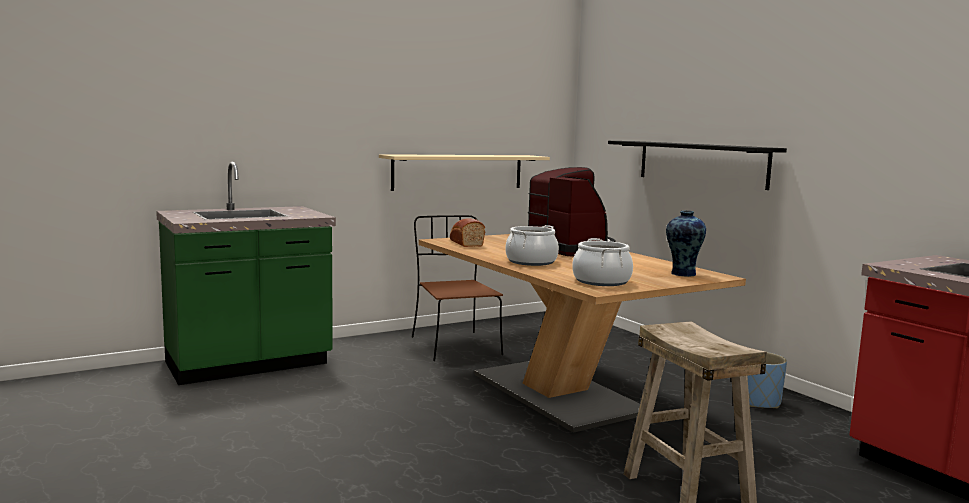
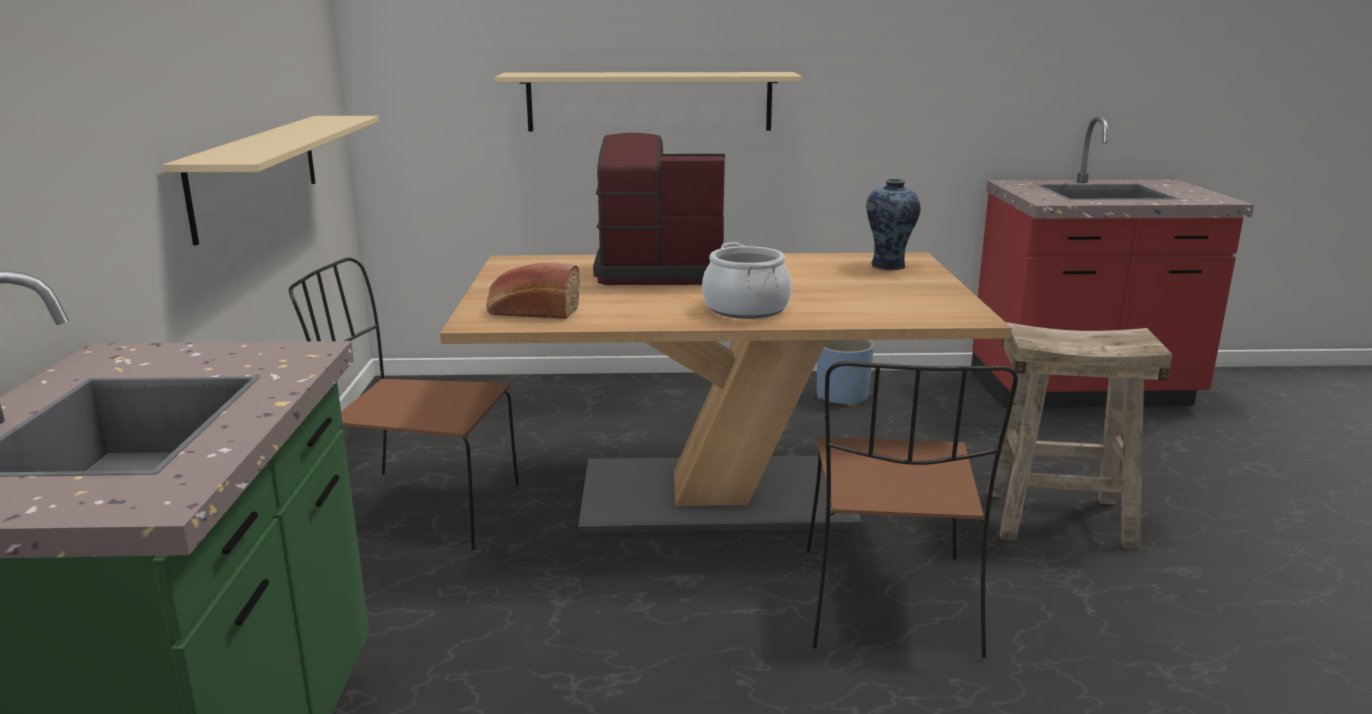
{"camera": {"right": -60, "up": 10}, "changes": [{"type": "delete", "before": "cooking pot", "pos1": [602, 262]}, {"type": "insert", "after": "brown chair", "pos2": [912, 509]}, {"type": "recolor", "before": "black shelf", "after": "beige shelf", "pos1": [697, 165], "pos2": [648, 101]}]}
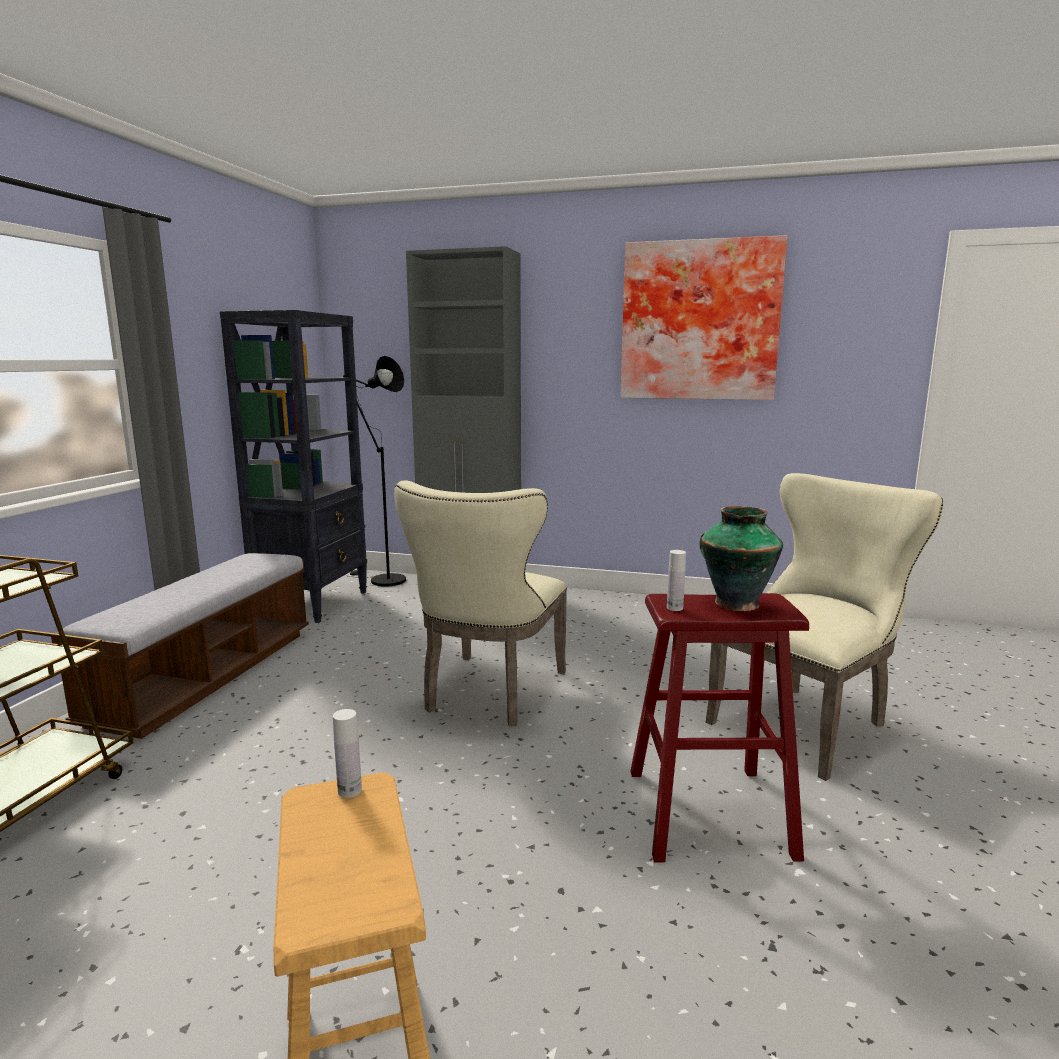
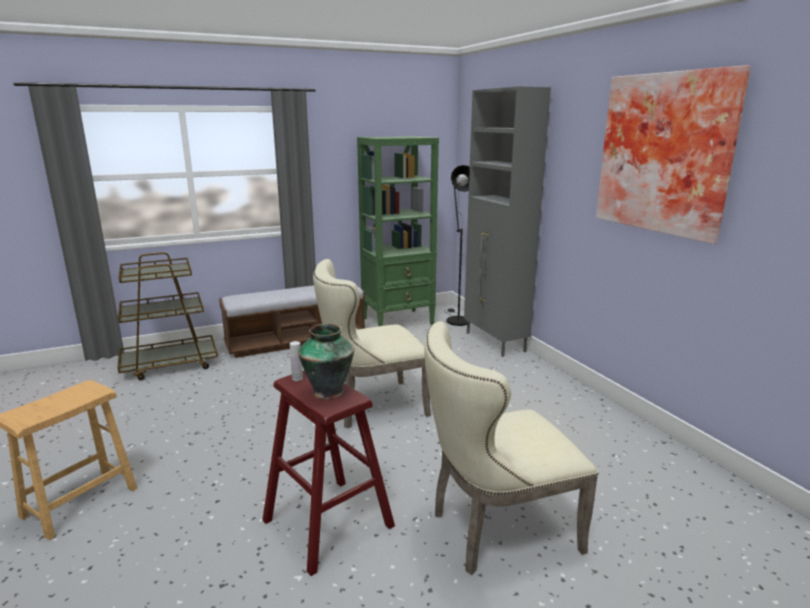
{"camera": {"right": 50, "up": 5}, "changes": [{"type": "delete", "before": "white bottle", "pos1": [347, 753]}, {"type": "recolor", "before": "black bookcase", "after": "green bookcase", "pos1": [293, 466], "pos2": [398, 231]}, {"type": "rotate", "before": "beige chair", "pos1": [824, 627], "pos2": [512, 448], "turn": 150}]}
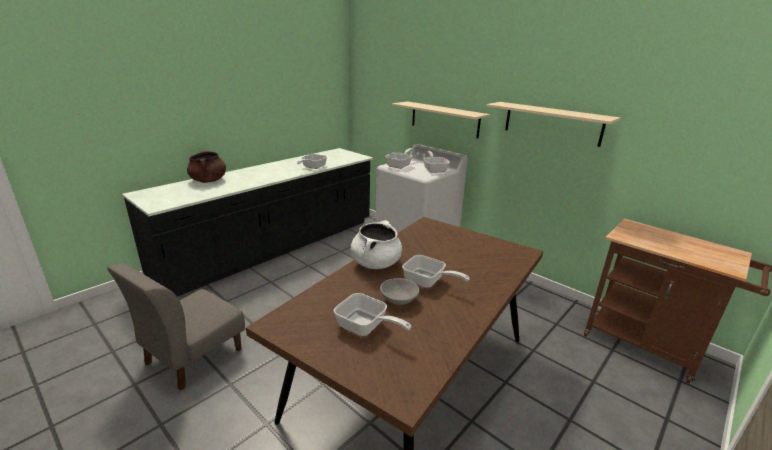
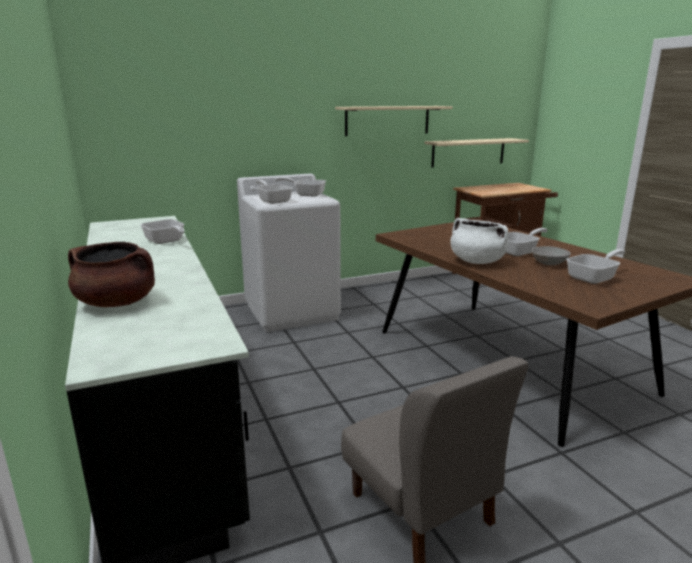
{"camera": {"right": -65, "up": -5}, "changes": [{"type": "move", "before": "beige shelf", "pos1": [441, 119], "pos2": [476, 152]}]}
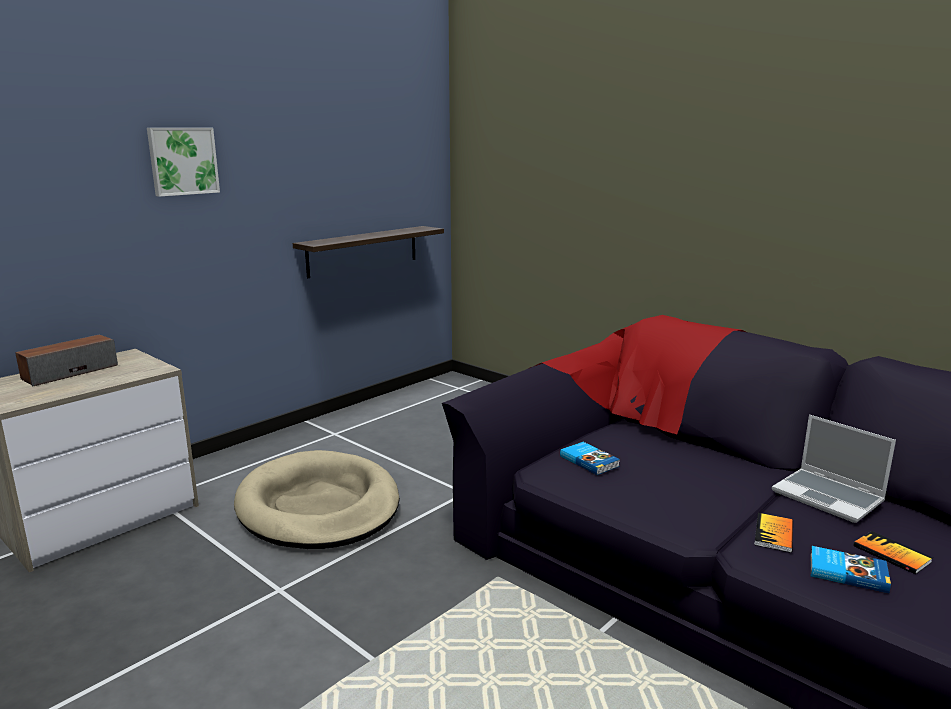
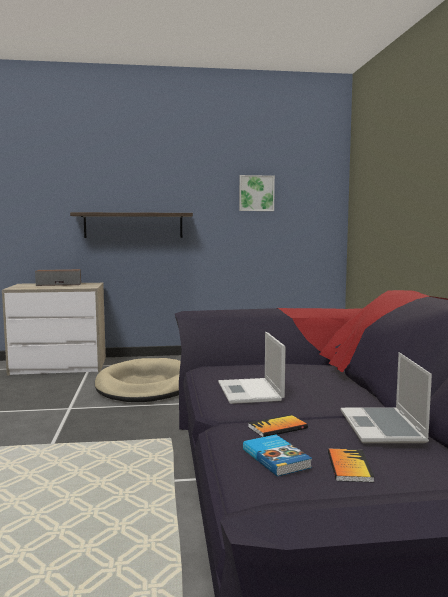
{"camera": {"right": 40, "up": -10}, "changes": [{"type": "delete", "before": "book", "pos1": [590, 458]}, {"type": "insert", "after": "laptop", "pos2": [252, 368]}, {"type": "move", "before": "picture", "pos1": [183, 162], "pos2": [257, 193]}, {"type": "move", "before": "shelf", "pos1": [368, 252], "pos2": [131, 225]}]}
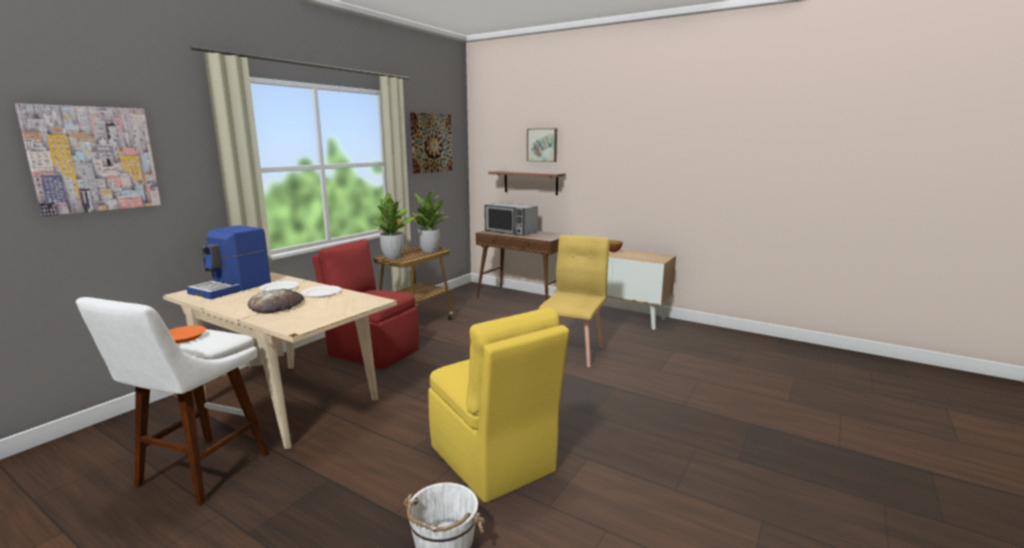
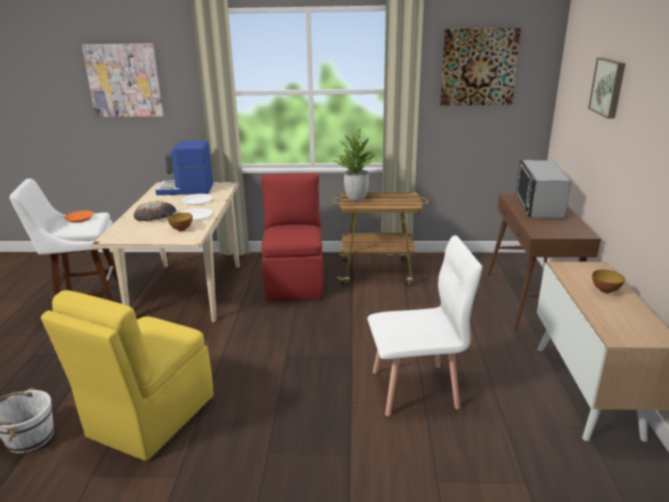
{"camera": {"right": 60, "up": 10}, "changes": [{"type": "delete", "before": "potted plant", "pos1": [430, 221]}, {"type": "delete", "before": "shelf", "pos1": [527, 183]}, {"type": "insert", "after": "bowl", "pos2": [180, 222]}, {"type": "recolor", "before": "yellow chair", "after": "white chair", "pos1": [574, 300], "pos2": [424, 325]}]}
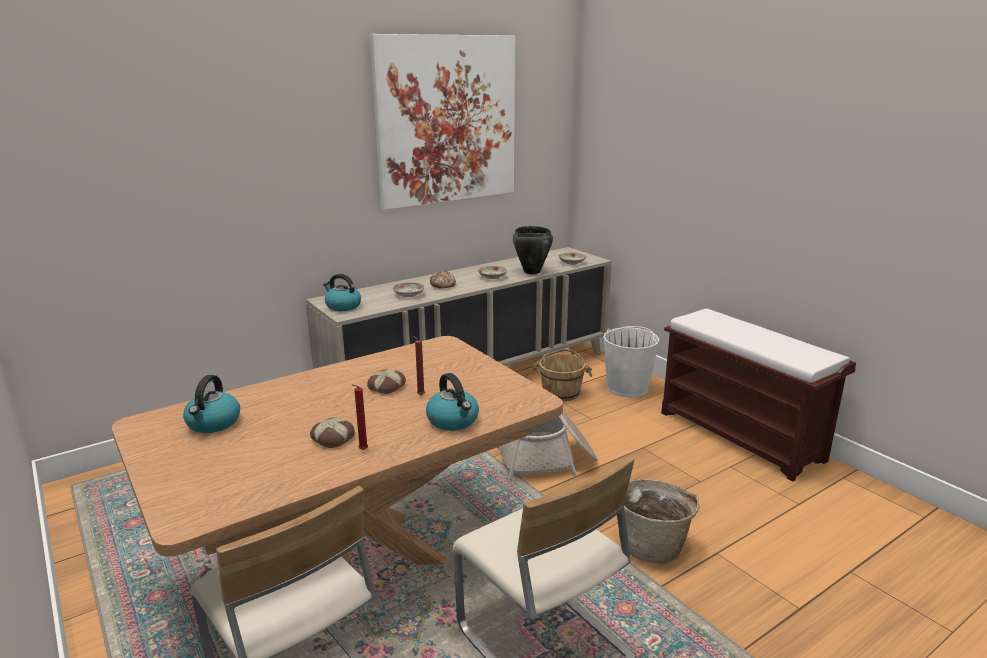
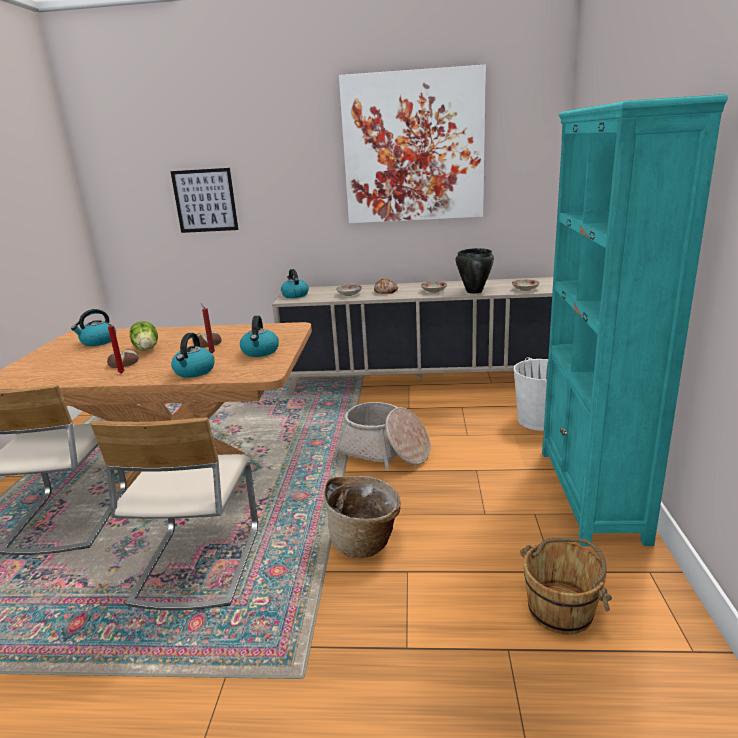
{"camera": {"right": 40, "up": 0}, "changes": [{"type": "insert", "after": "lettuce", "pos2": [144, 336]}, {"type": "insert", "after": "picture", "pos2": [204, 200]}, {"type": "insert", "after": "kettle", "pos2": [259, 336]}, {"type": "move", "before": "brown bucket", "pos1": [562, 375], "pos2": [566, 586]}, {"type": "replace", "before": "brown bench", "after": "turquoise bookcase", "pos1": [758, 394], "pos2": [635, 320]}]}
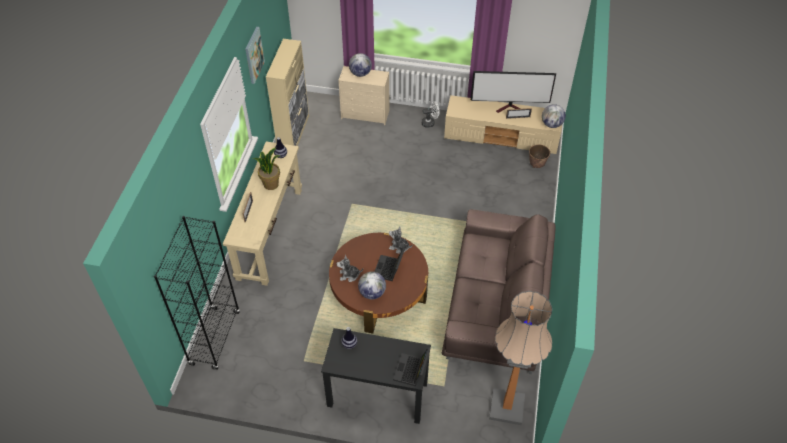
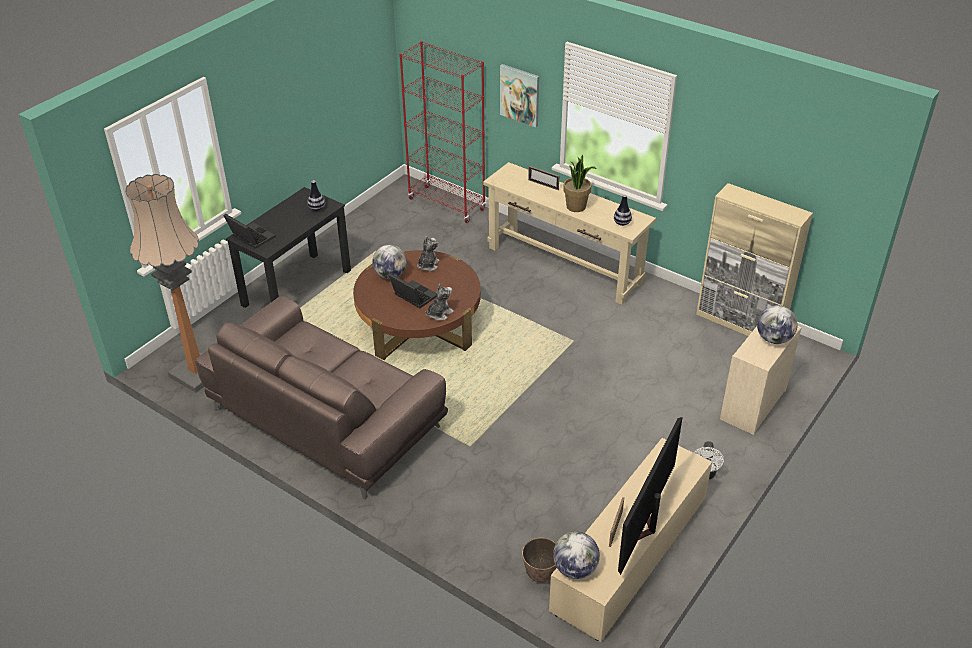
{"camera": {"right": 115, "up": -10}, "changes": [{"type": "move", "before": "picture", "pos1": [255, 55], "pos2": [519, 95]}, {"type": "recolor", "before": "black bookcase", "after": "red bookcase", "pos1": [197, 293], "pos2": [442, 132]}]}
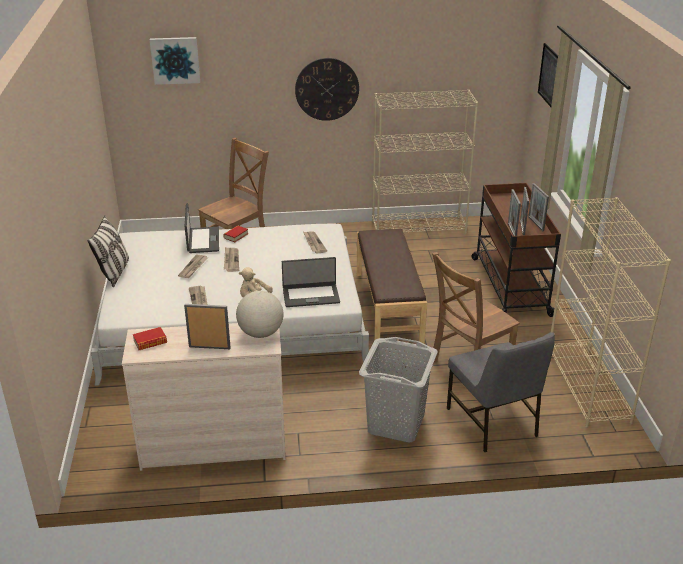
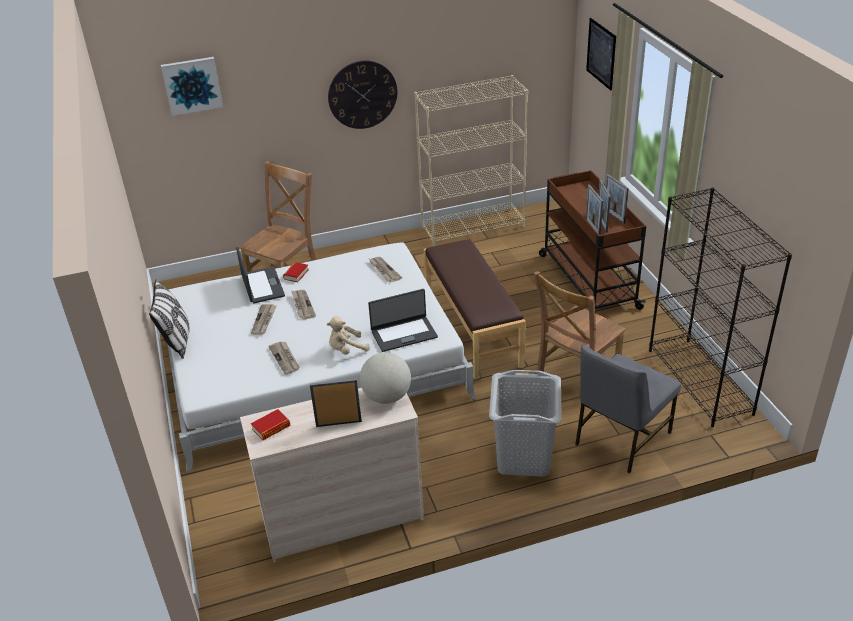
{"camera": {"right": -10, "up": 5}, "changes": [{"type": "recolor", "before": "beige bookcase", "after": "black bookcase", "pos1": [611, 312], "pos2": [720, 307]}, {"type": "rotate", "before": "grey chair", "pos1": [501, 392], "pos2": [628, 409], "turn": 75}]}
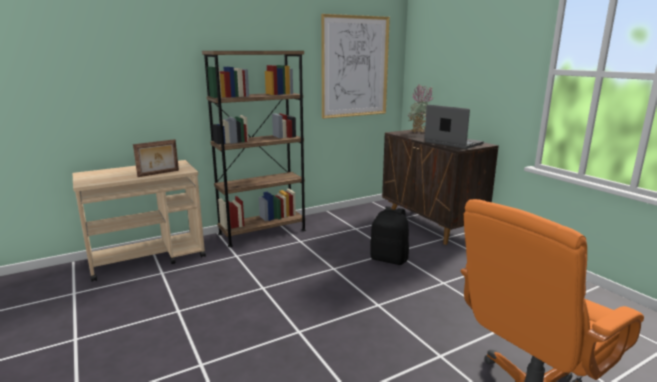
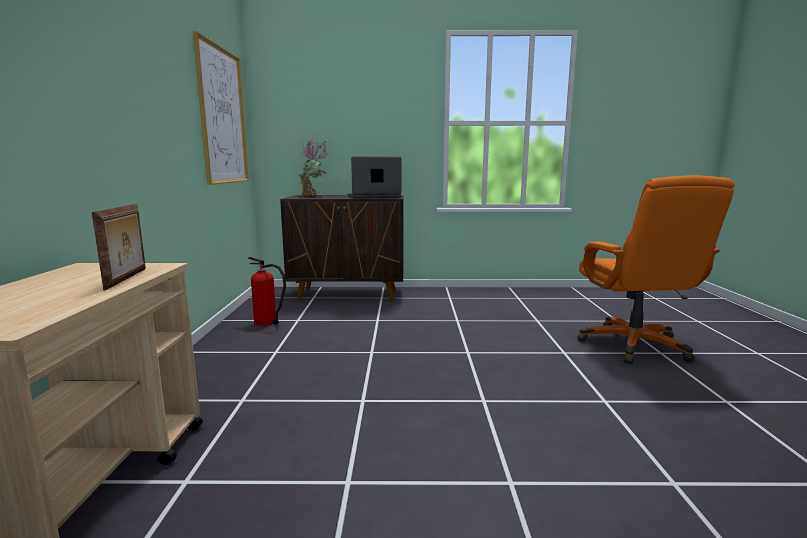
{"camera": {"right": -60, "up": -5}, "changes": [{"type": "delete", "before": "brown bookcase", "pos1": [254, 149]}, {"type": "delete", "before": "black backpack", "pos1": [389, 235]}, {"type": "insert", "after": "fire extinguisher", "pos2": [267, 291]}]}
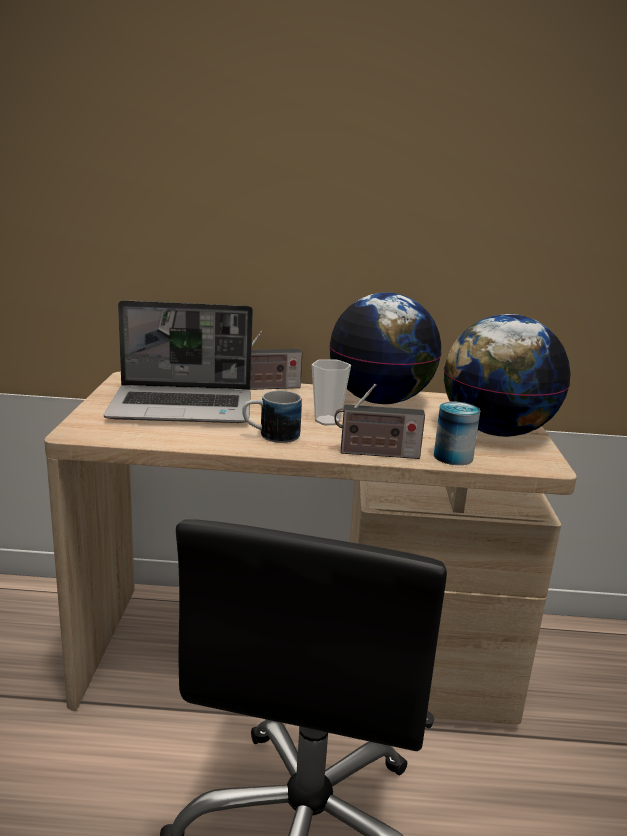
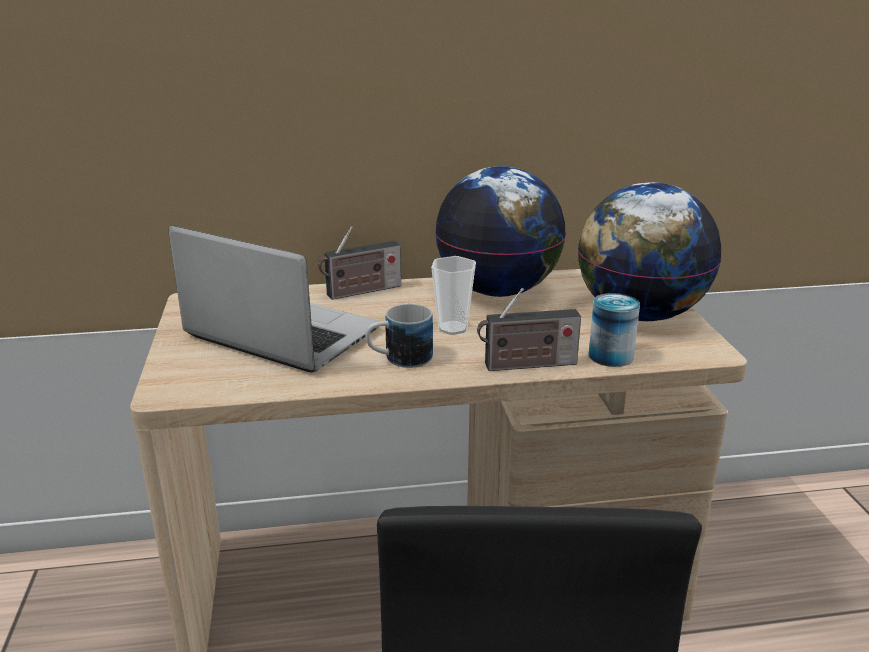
{"camera": {"right": -10, "up": 5}, "changes": [{"type": "rotate", "before": "laptop", "pos1": [178, 361], "pos2": [274, 299], "turn": -135}]}
